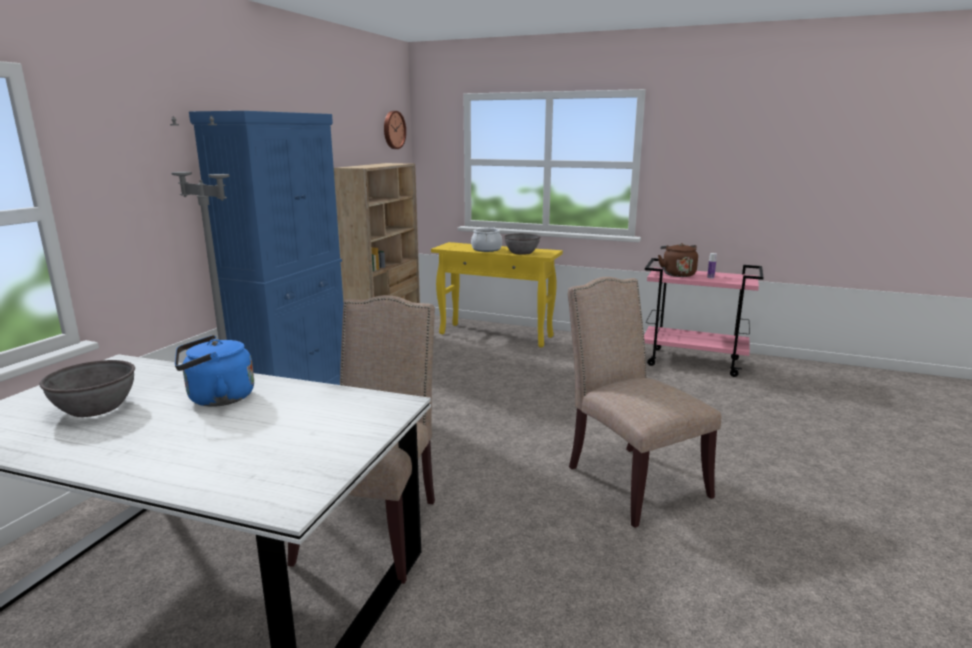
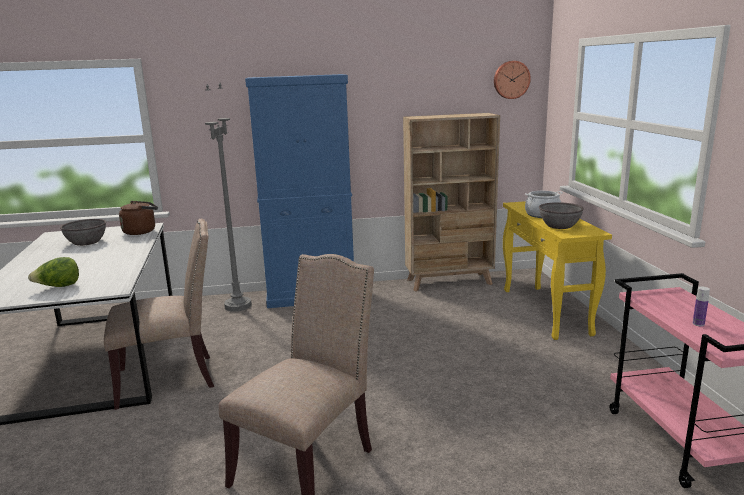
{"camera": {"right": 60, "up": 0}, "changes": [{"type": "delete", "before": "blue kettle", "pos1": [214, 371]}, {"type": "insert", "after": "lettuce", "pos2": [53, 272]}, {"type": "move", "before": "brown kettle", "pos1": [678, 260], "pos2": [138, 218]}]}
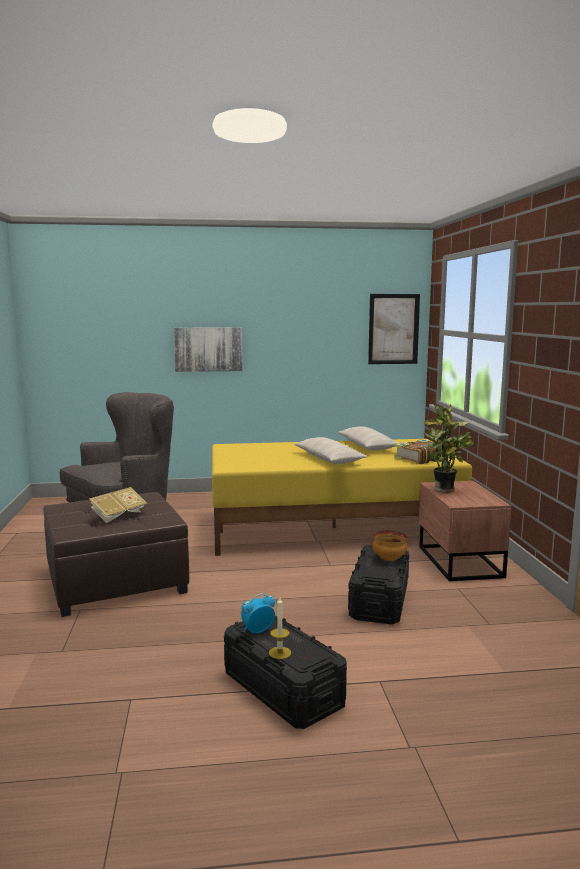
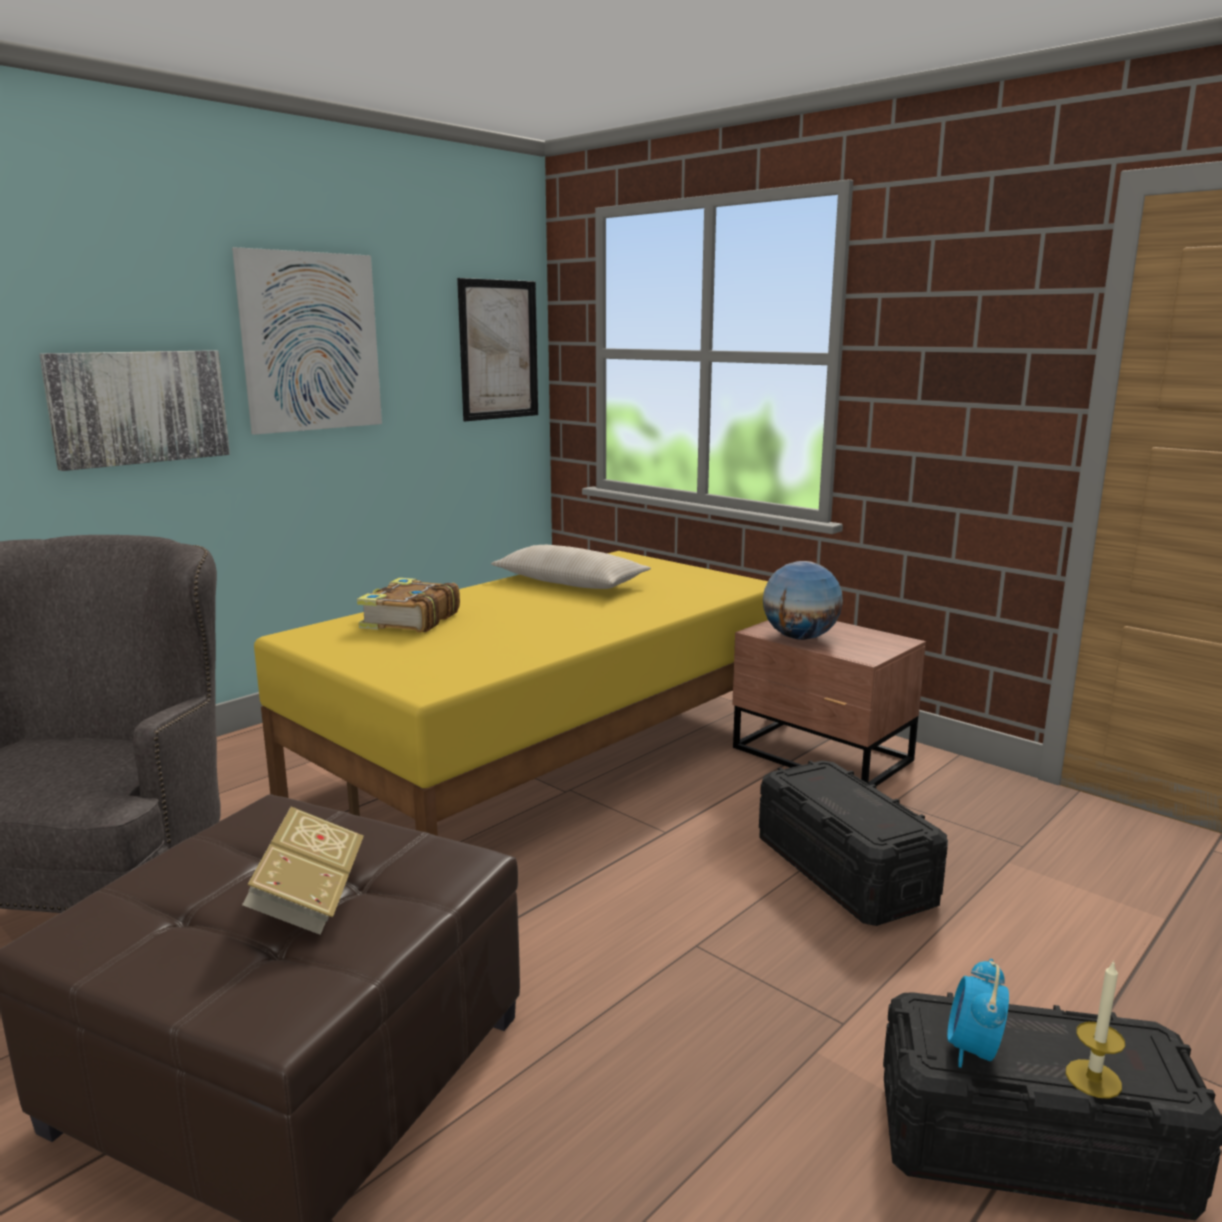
{"camera": {"right": -40, "up": 5}, "changes": [{"type": "delete", "before": "beige pillow", "pos1": [330, 450]}, {"type": "delete", "before": "bowl", "pos1": [389, 545]}, {"type": "insert", "after": "picture", "pos2": [307, 341]}, {"type": "move", "before": "book", "pos1": [418, 451], "pos2": [408, 605]}, {"type": "replace", "before": "potted plant", "after": "globe", "pos1": [448, 447], "pos2": [803, 600]}]}
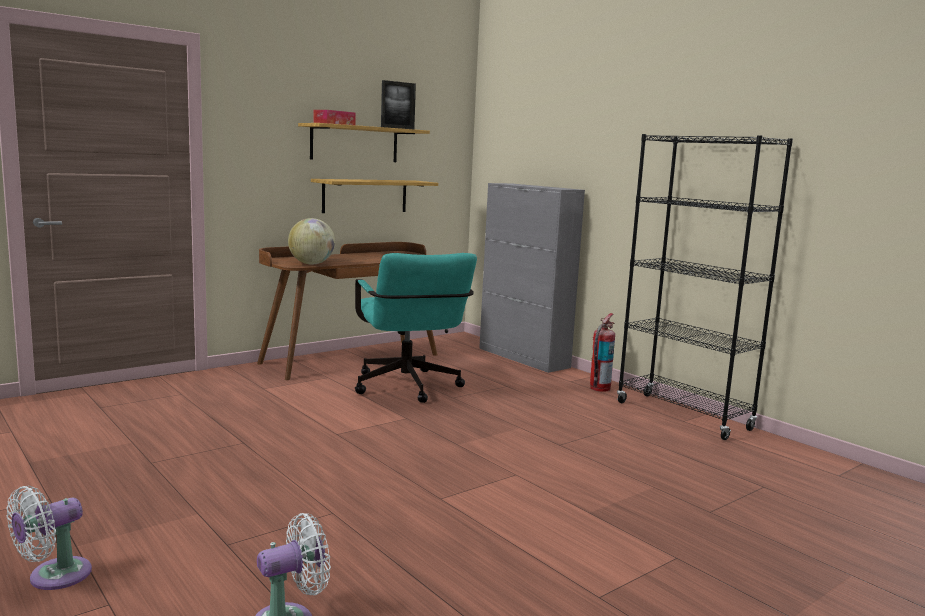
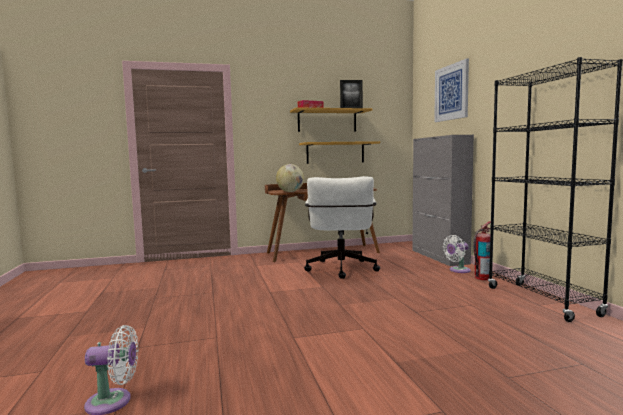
{"camera": {"right": 25, "up": -5}, "changes": [{"type": "insert", "after": "picture", "pos2": [451, 90]}, {"type": "move", "before": "white fan", "pos1": [49, 538], "pos2": [457, 254]}, {"type": "recolor", "before": "turquoise office chair", "after": "white office chair", "pos1": [416, 328], "pos2": [342, 227]}]}
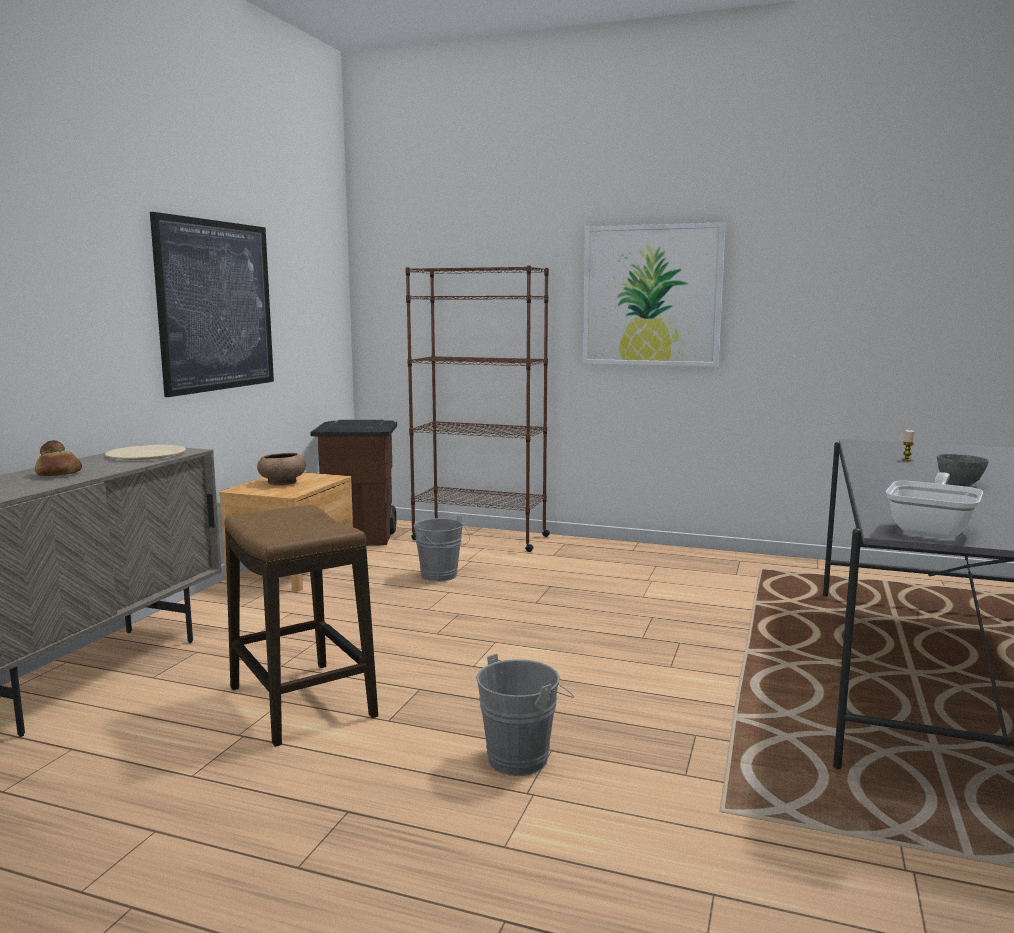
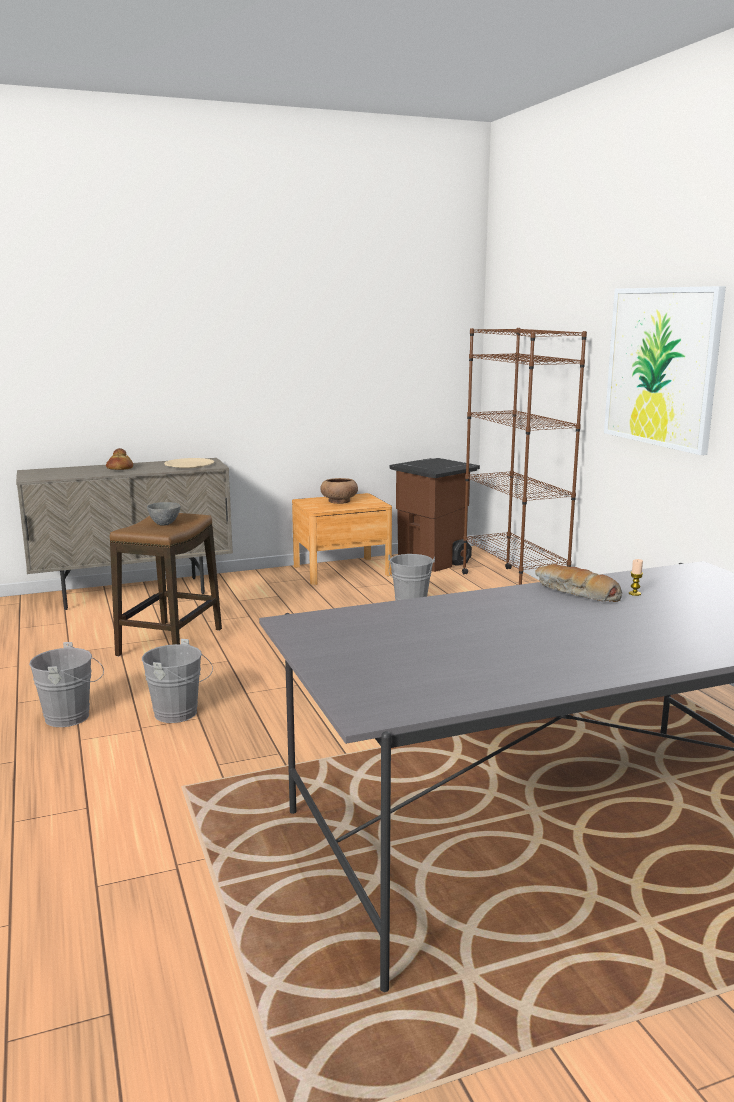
{"camera": {"right": 50, "up": 5}, "changes": [{"type": "delete", "before": "picture", "pos1": [212, 304]}, {"type": "delete", "before": "frying pan", "pos1": [934, 505]}, {"type": "insert", "after": "grey bucket", "pos2": [66, 684]}, {"type": "insert", "after": "bread", "pos2": [578, 583]}, {"type": "move", "before": "grey bowl", "pos1": [963, 470], "pos2": [164, 514]}]}
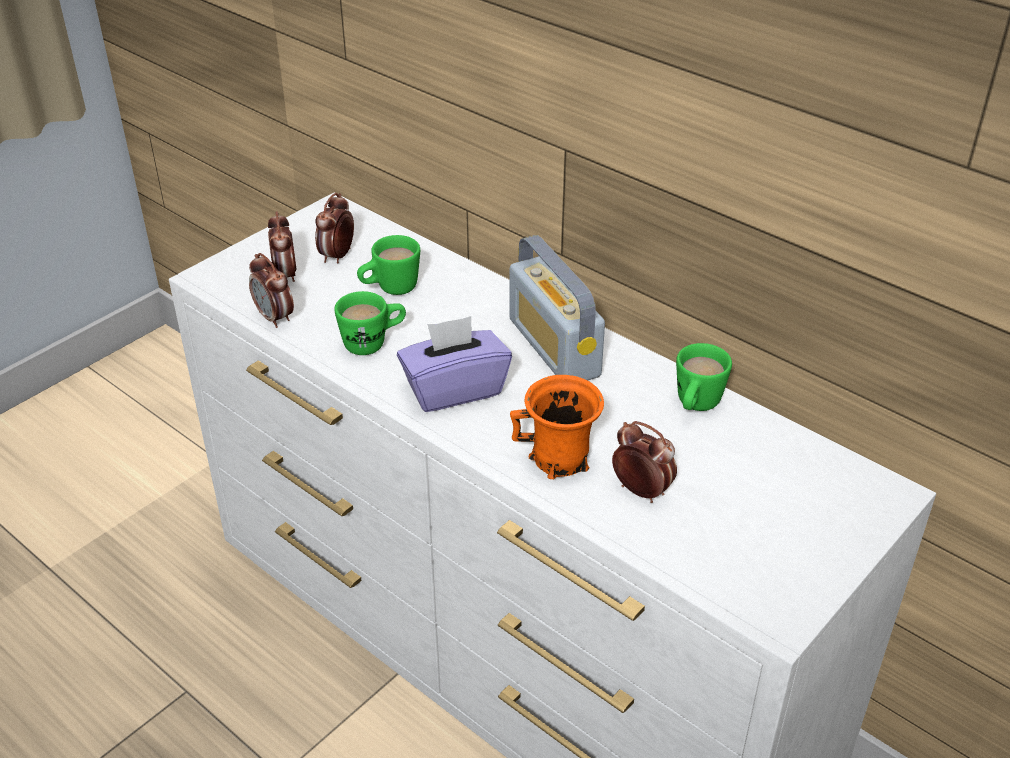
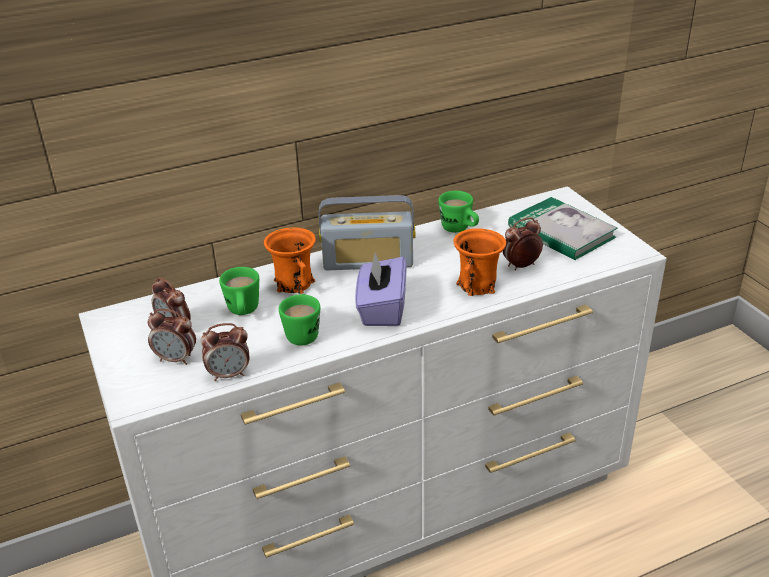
{"camera": {"right": -65, "up": -5}, "changes": [{"type": "insert", "after": "orange mug", "pos2": [290, 260]}, {"type": "insert", "after": "book", "pos2": [563, 228]}]}
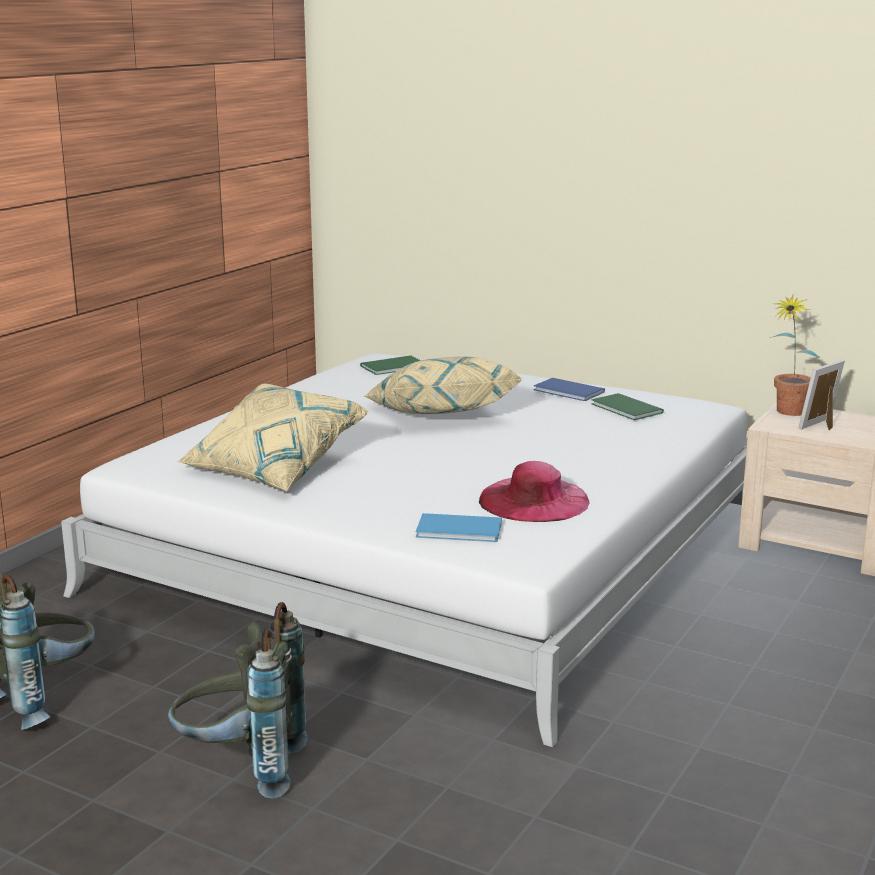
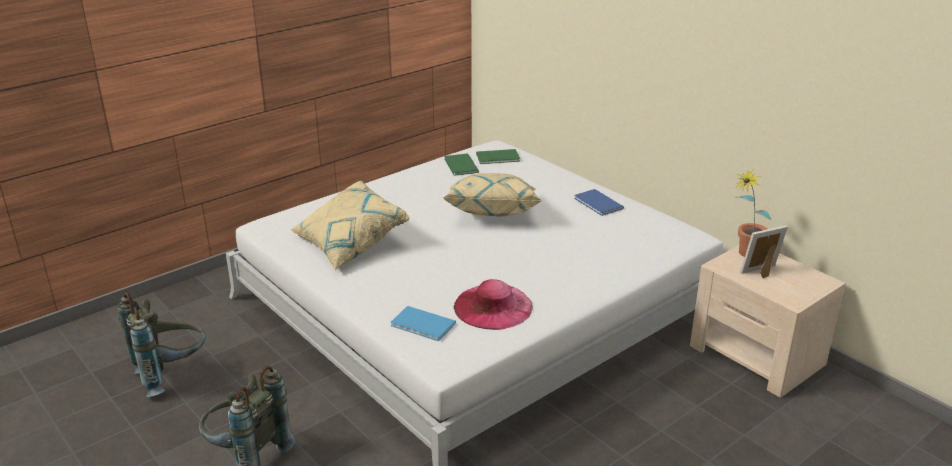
{"camera": {"right": 20, "up": 10}, "changes": [{"type": "move", "before": "green book", "pos1": [627, 406], "pos2": [461, 165]}]}
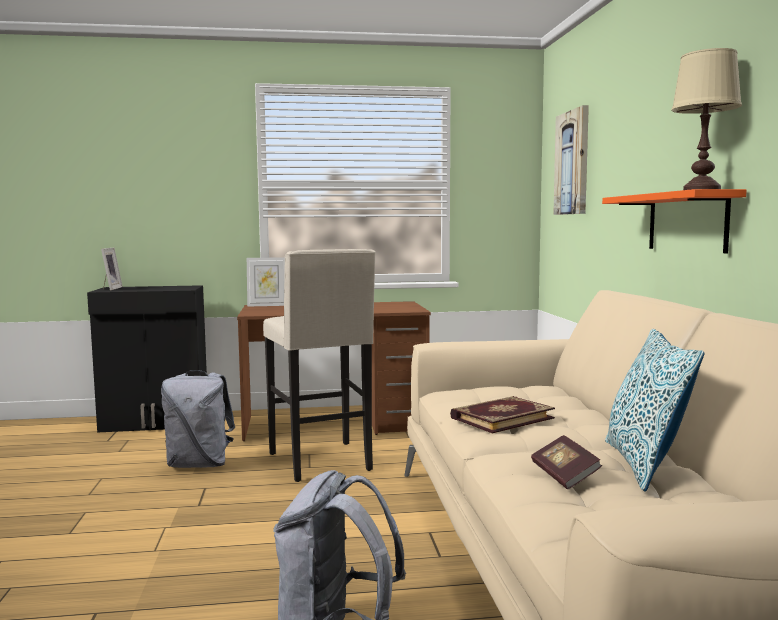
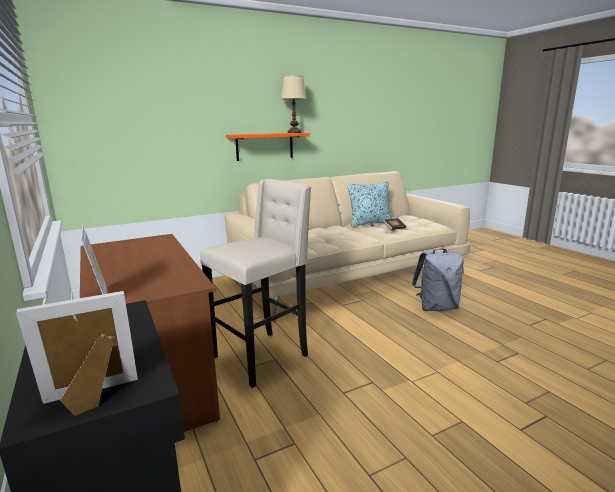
{"camera": {"right": -110, "up": 10}, "changes": [{"type": "delete", "before": "grey backpack", "pos1": [198, 419]}, {"type": "delete", "before": "book", "pos1": [502, 414]}, {"type": "delete", "before": "picture", "pos1": [571, 160]}]}
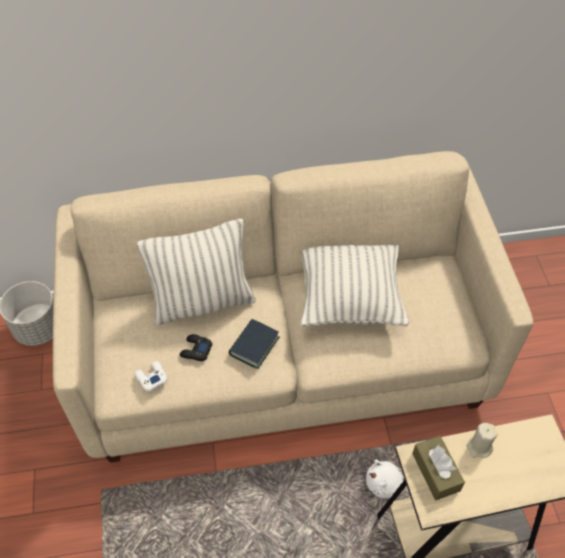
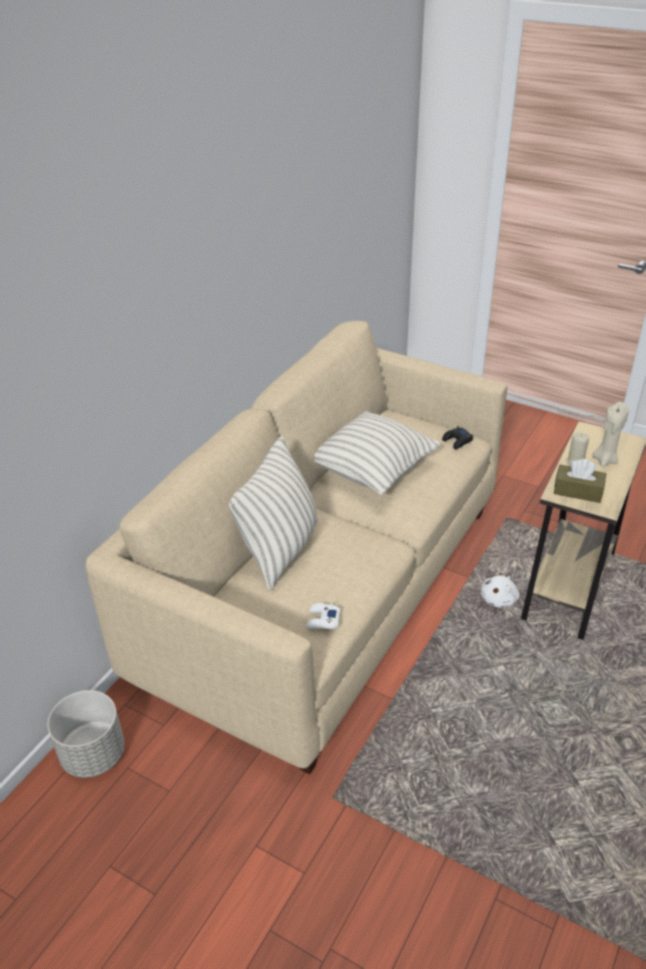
{"camera": {"right": -50, "up": -15}, "changes": [{"type": "delete", "before": "book", "pos1": [254, 344]}, {"type": "insert", "after": "beige candle", "pos2": [610, 434]}, {"type": "move", "before": "black game controller", "pos1": [196, 347], "pos2": [457, 437]}]}
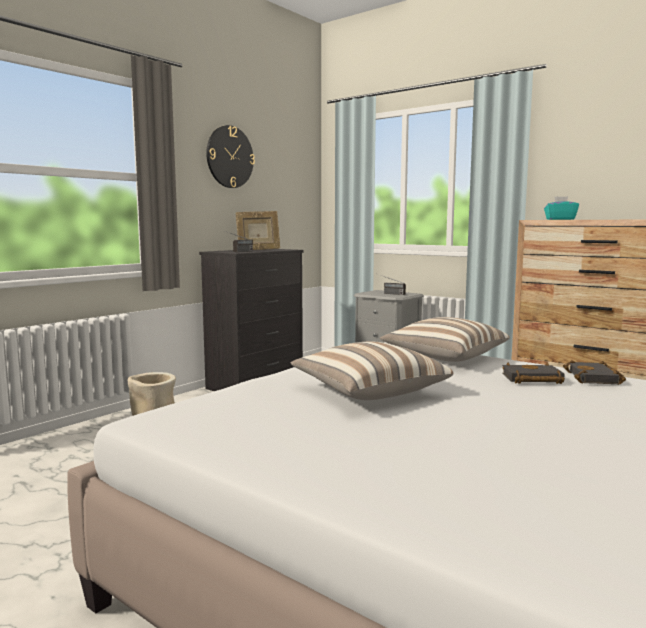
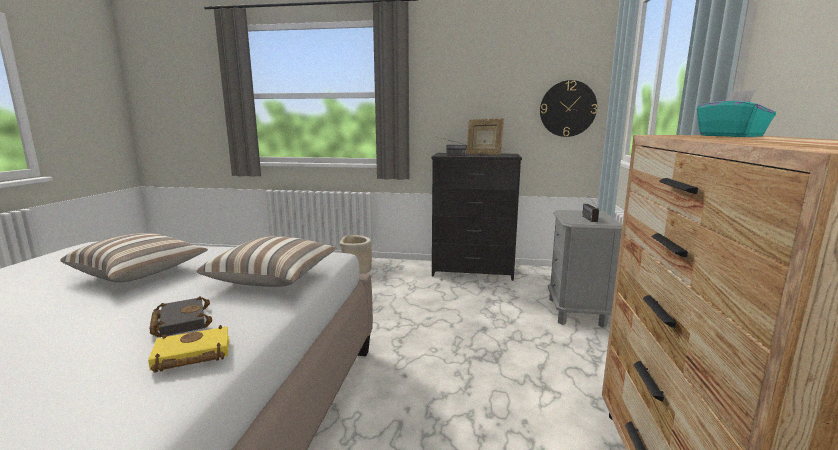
{"camera": {"right": 60, "up": 5}, "changes": [{"type": "move", "before": "wall clock", "pos1": [230, 156], "pos2": [568, 108]}, {"type": "recolor", "before": "black book", "after": "yellow book", "pos1": [594, 372], "pos2": [188, 348]}]}
